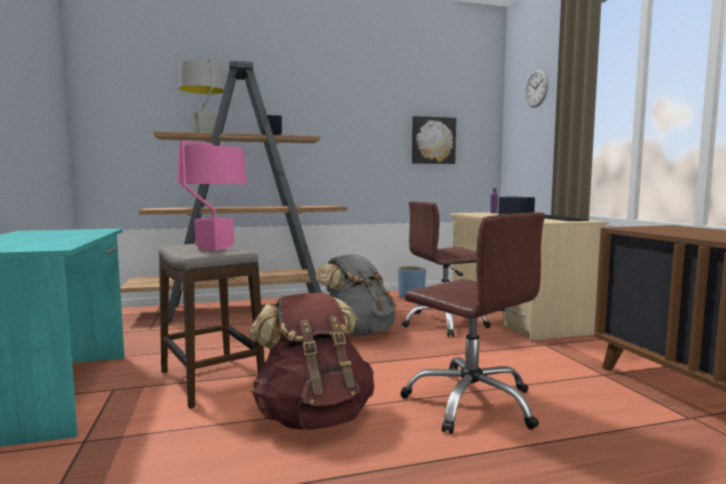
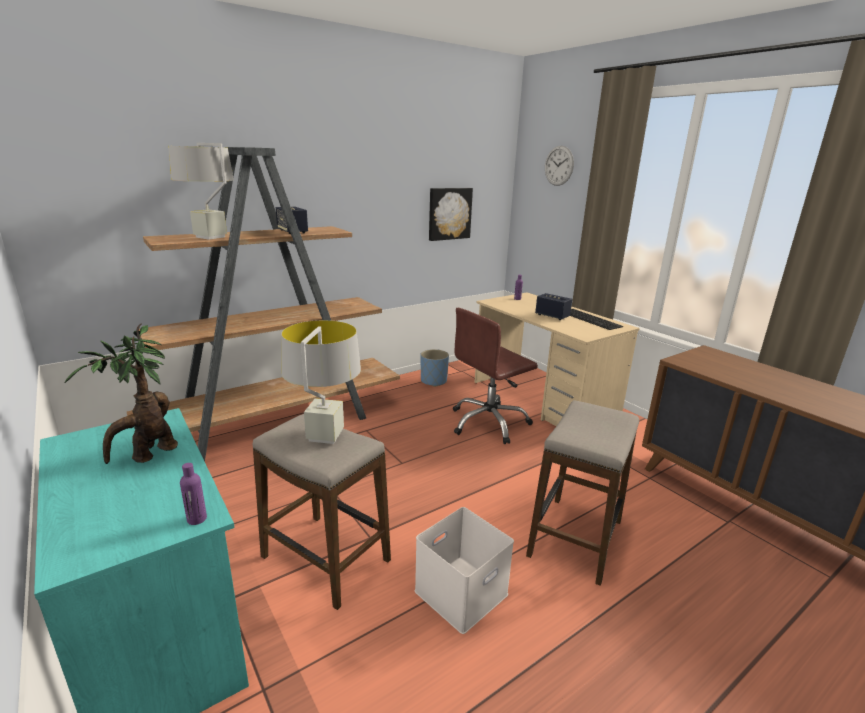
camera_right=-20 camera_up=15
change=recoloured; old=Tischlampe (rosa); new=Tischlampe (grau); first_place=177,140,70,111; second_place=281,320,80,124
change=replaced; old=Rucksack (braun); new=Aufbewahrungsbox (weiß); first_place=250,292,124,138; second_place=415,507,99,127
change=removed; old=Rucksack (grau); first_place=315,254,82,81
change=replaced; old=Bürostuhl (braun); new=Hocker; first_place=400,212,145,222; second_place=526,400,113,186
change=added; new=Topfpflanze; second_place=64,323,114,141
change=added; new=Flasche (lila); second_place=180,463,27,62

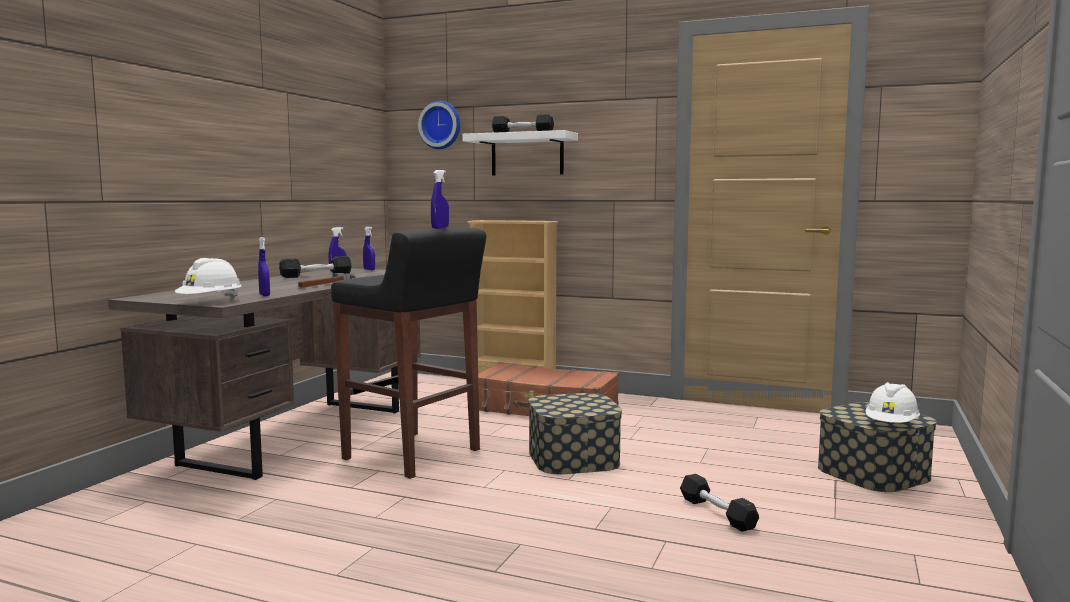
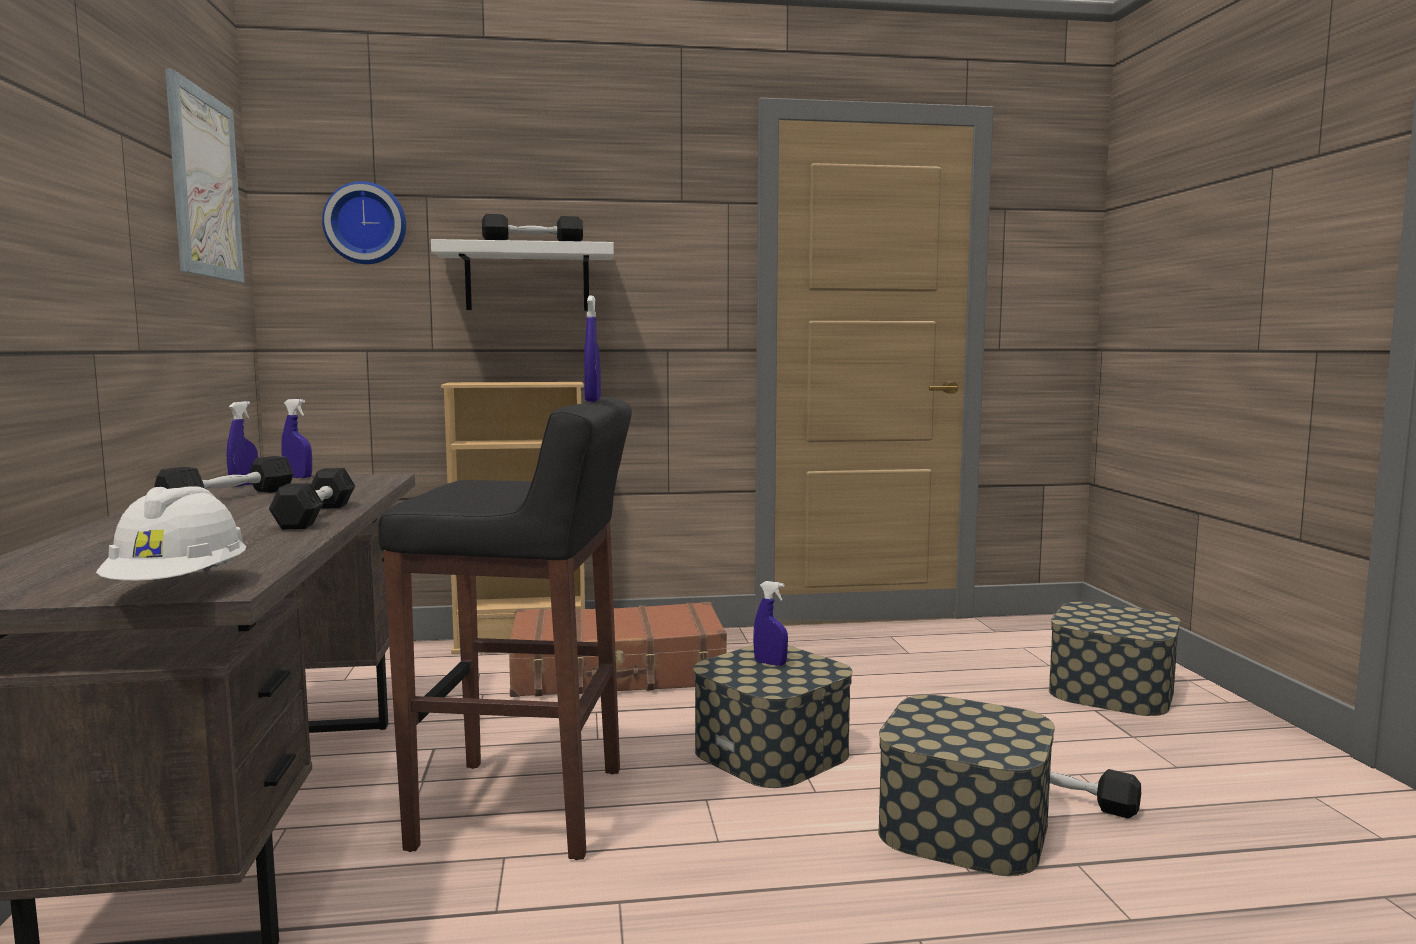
camera_right=-30 camera_up=0
change=moved; old=Sprühflasche (blau); first_place=258,237,12,59; second_place=753,581,35,85
change=replaced; old=Hammer; new=Hantel (schwarz); first_place=298,273,58,15; second_place=269,468,86,61
change=removed; old=Schutzhelm (weiß); first_place=865,382,55,41
change=added; new=Bild; second_place=165,69,79,214
change=added; new=Aufbewahrungsbox; second_place=878,695,177,181

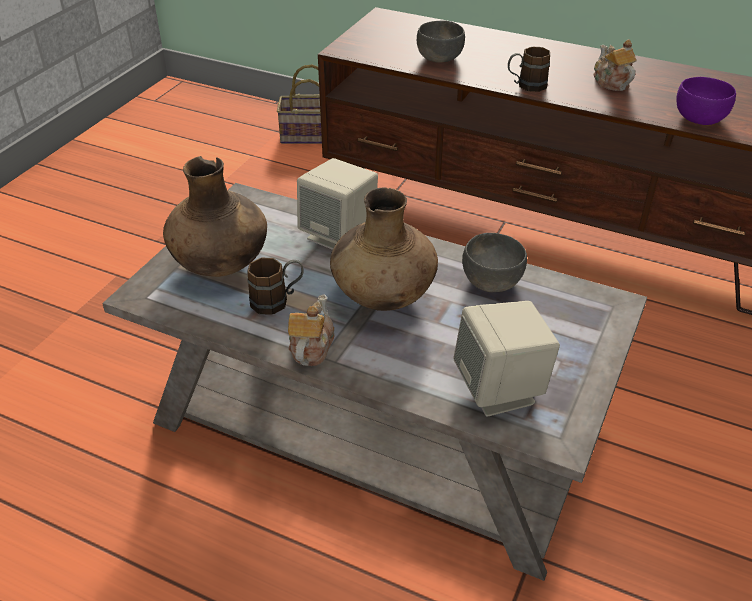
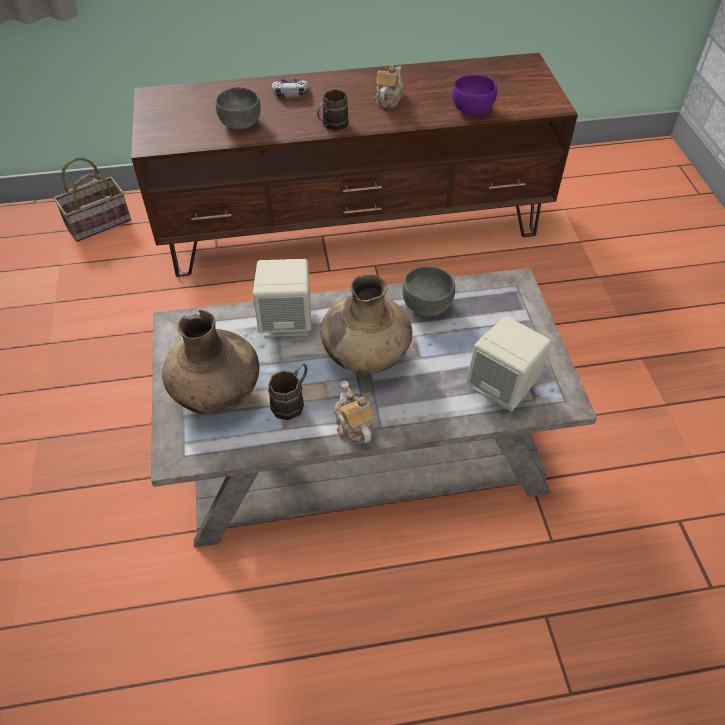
camera_right=-35 camera_up=10
change=turned; old=Teekanne; first_place=594,39,43,52; second_place=375,66,29,42; degrees=75
change=added; new=Gamepad; second_place=272,78,36,19

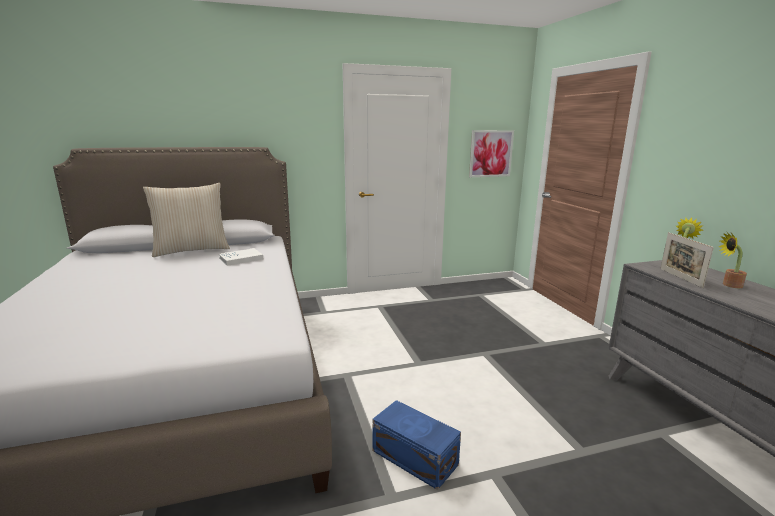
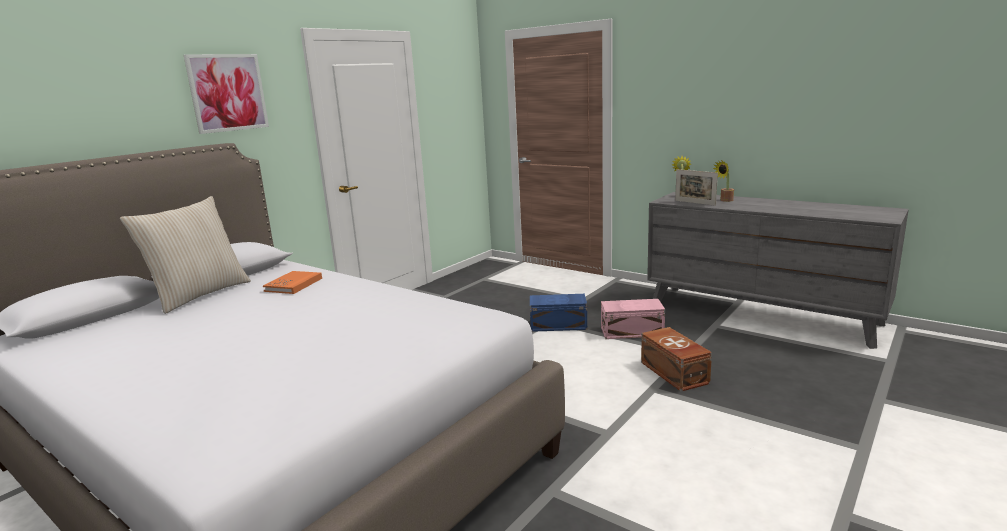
camera_right=-35 camera_up=0
change=recoloured; old=Buch (weiß); new=Buch (orange); first_place=219,248,44,18; second_place=263,271,59,23
change=moved; old=Aufbewahrungsbox (blau); first_place=372,400,89,90; second_place=530,294,57,38
change=moved; old=Bild; first_place=469,130,45,47; second_place=184,54,85,80
change=added; new=Aufbewahrungsbox (rosa); second_place=601,299,64,40
change=added; new=Aufbewahrungsbox (braun); second_place=641,327,71,65

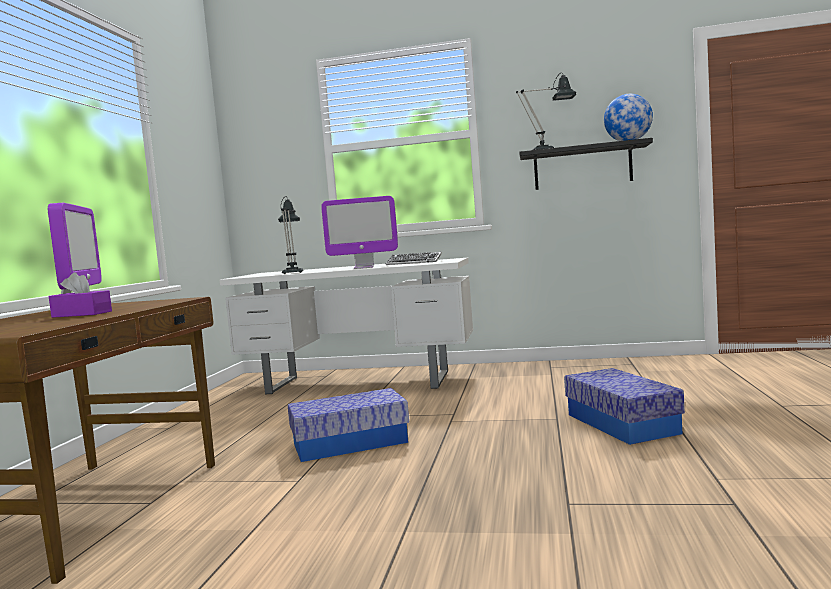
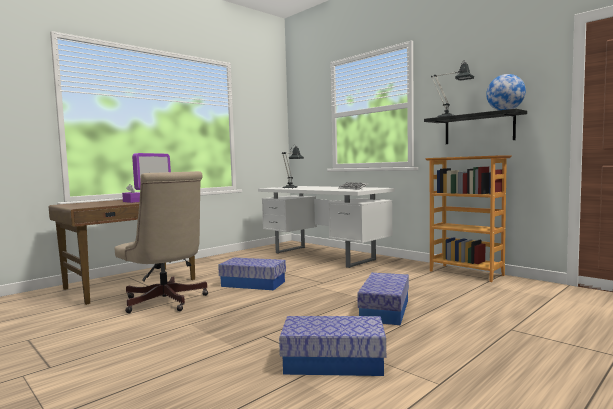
camera_right=35 camera_up=0
change=removed; old=Monitor; first_place=321,196,77,73
change=added; new=Bürostuhl (beige); second_place=114,171,94,142
change=added; new=Aufbewahrungsbox; second_place=279,316,107,60
change=added; new=Bücherregal; second_place=425,155,87,127

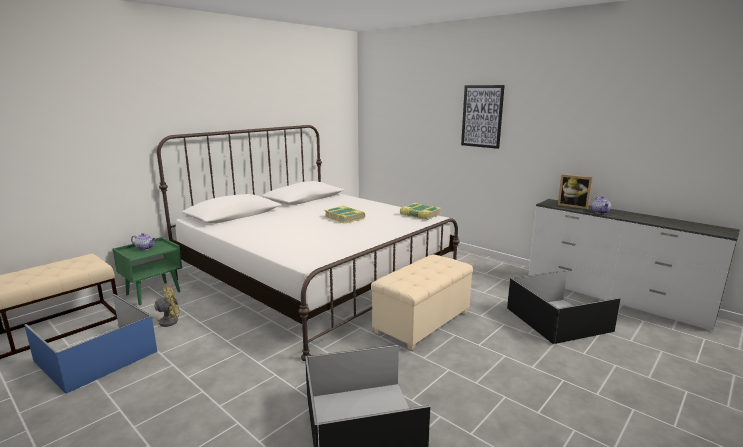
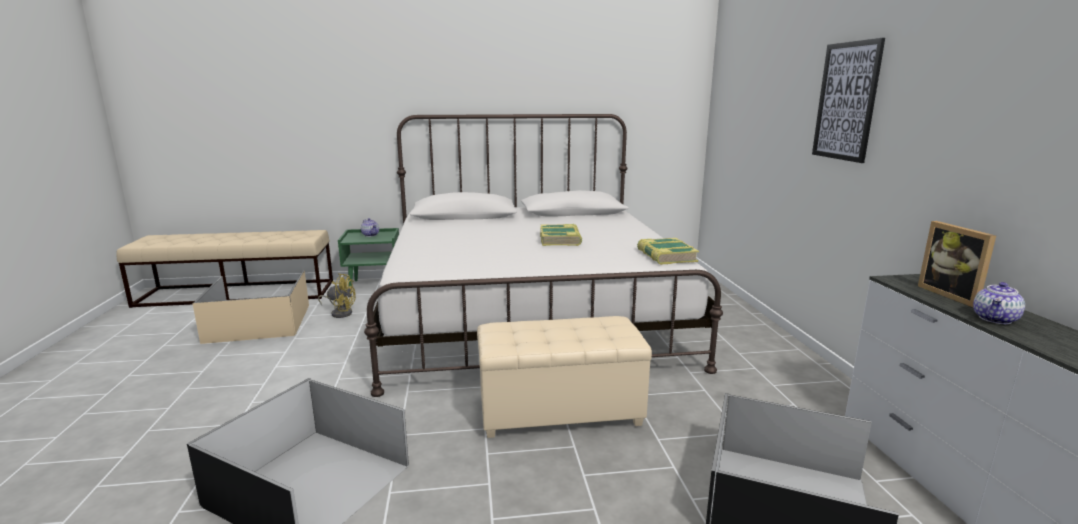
camera_right=40 camera_up=0
change=recoloured; old=Aufbewahrungsbox (blau); new=Aufbewahrungsbox (beige); first_place=24,294,133,100; second_place=192,270,117,74

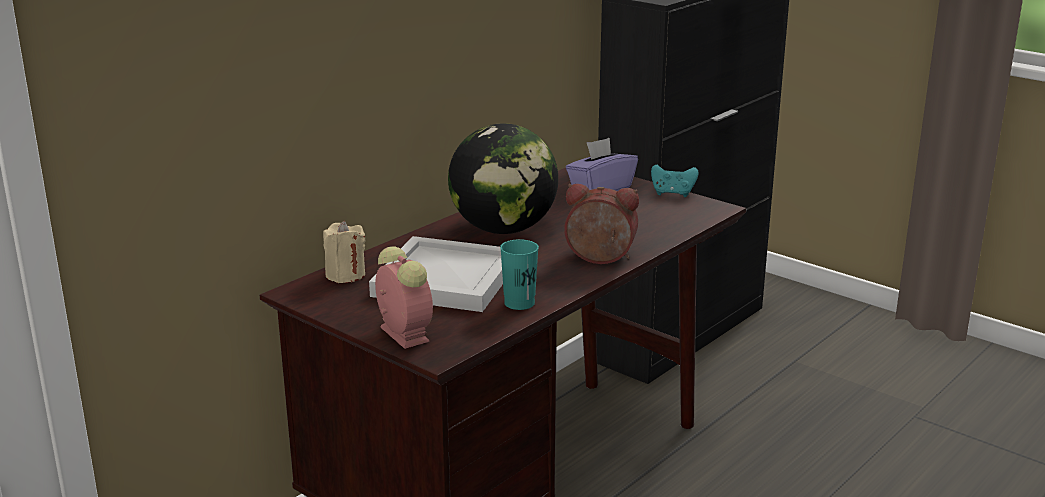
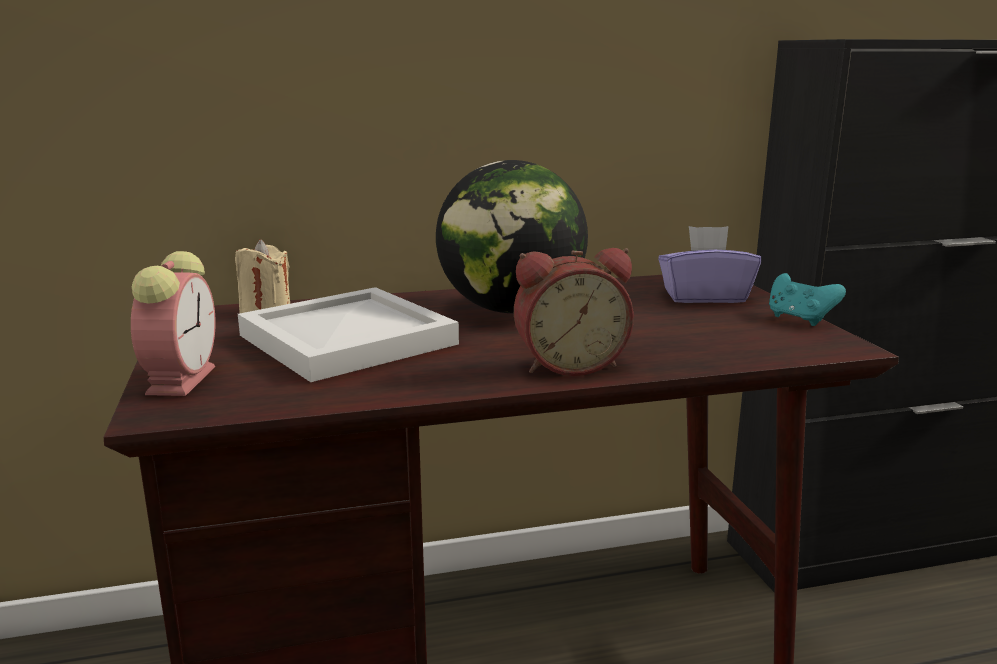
camera_right=35 camera_up=-5
change=removed; old=Tasse (türkis); first_place=500,239,39,71
change=turned; old=Wecker; first_place=564,184,75,80; second_place=514,248,120,128; degrees=120

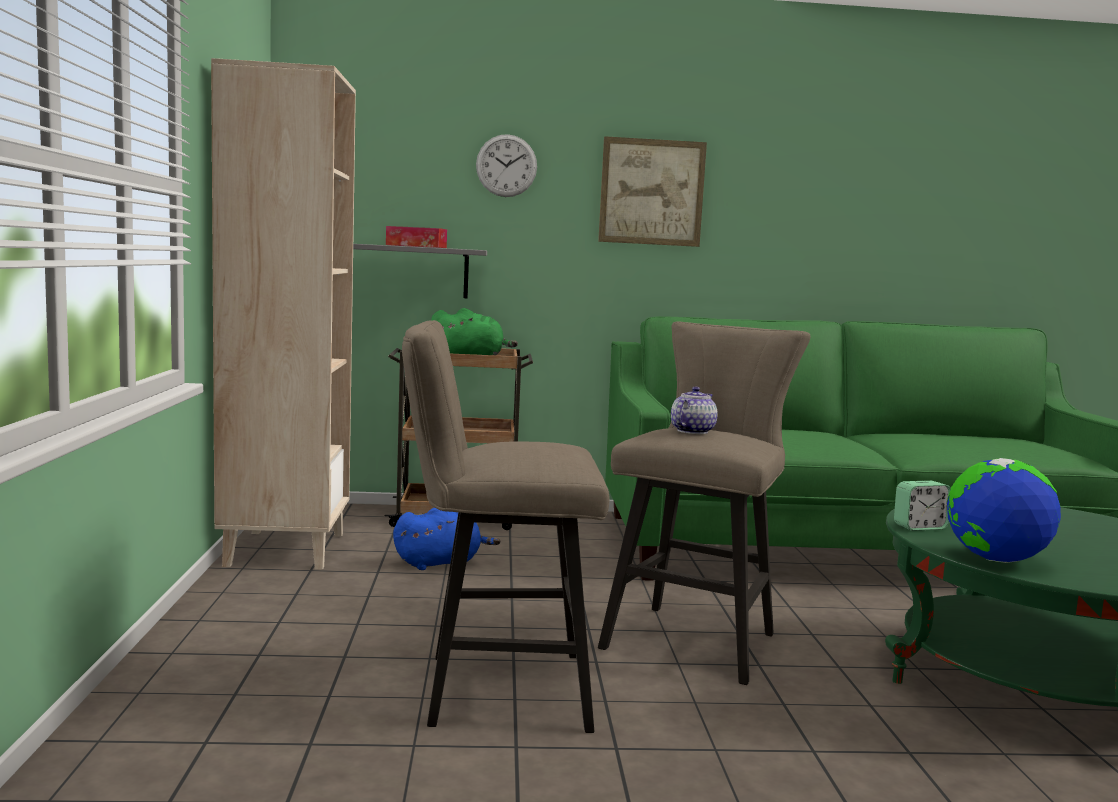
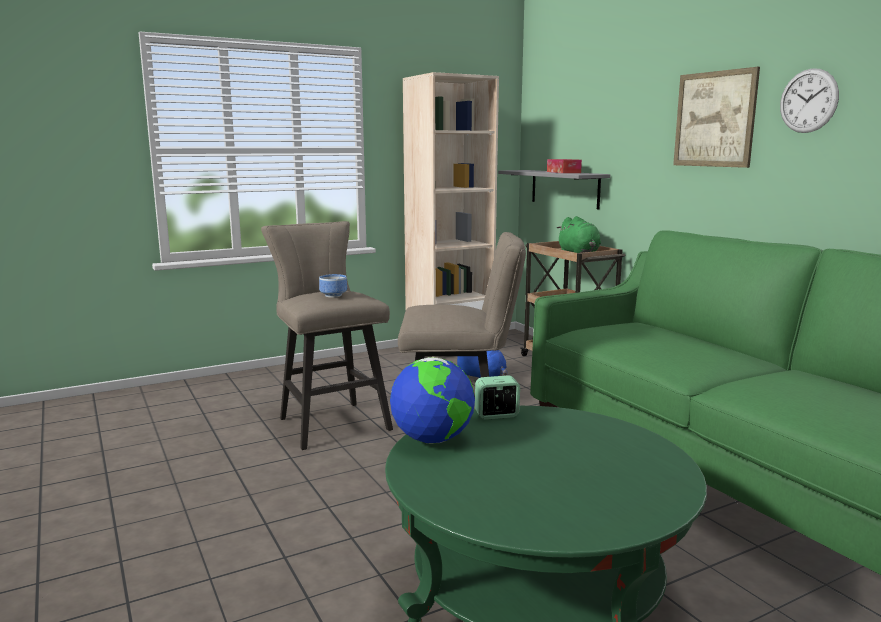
camera_right=65 camera_up=5
change=moved; old=Wanduhr; first_place=476,134,61,63; second_place=780,68,59,65
change=removed; old=Teekanne; first_place=671,386,47,48
change=turned; old=Wecker; first_place=894,481,57,50; second_place=475,375,45,45; degrees=120
change=added; new=Schüssel; second_place=319,274,28,24

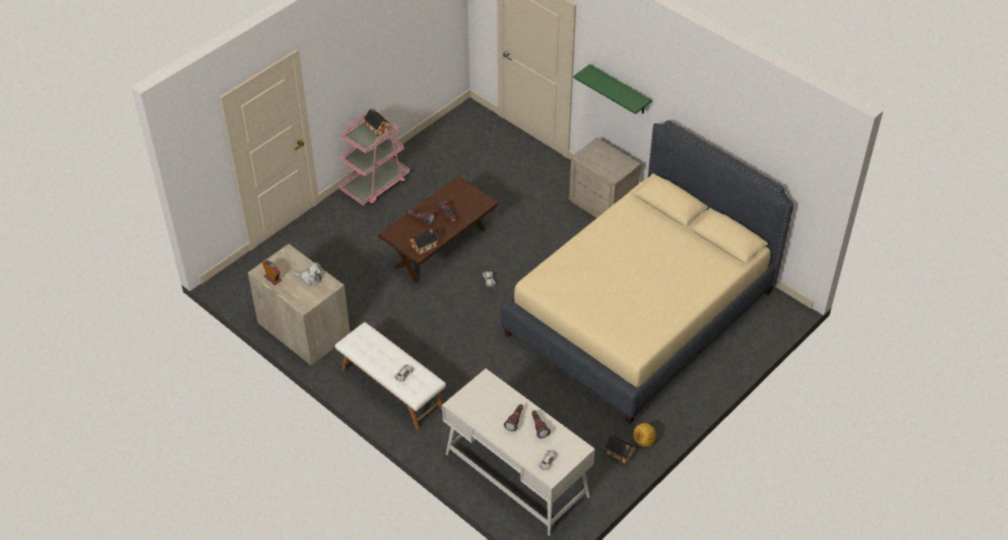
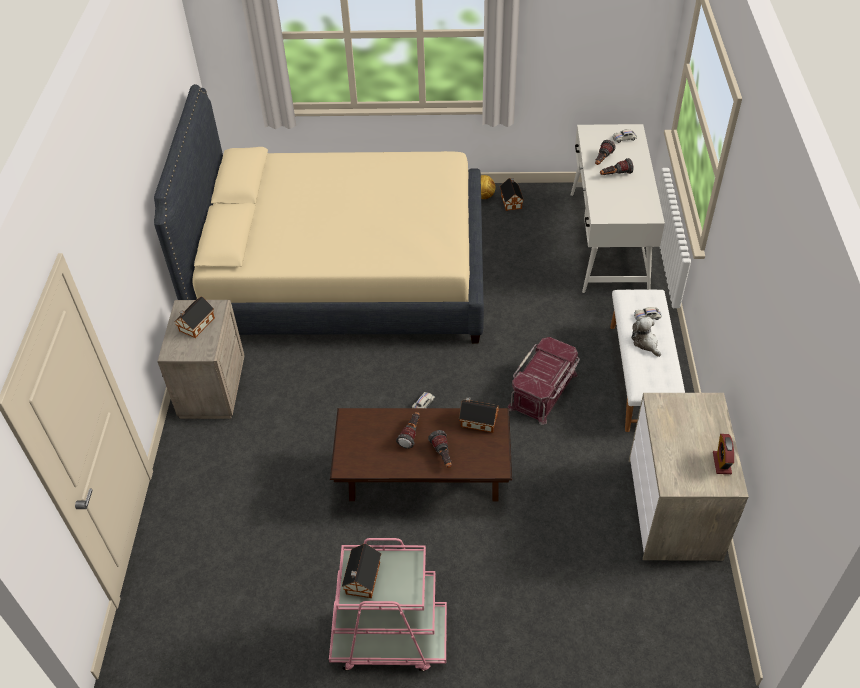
camera_right=-130 camera_up=0
change=moved; old=Plüschtier; first_place=293,262,29,24; second_place=631,317,30,40
change=removed; old=Wandregal (grün); first_place=573,64,79,50
change=added; new=Spielzeughaus; second_place=174,296,41,42
change=added; new=Aufbewahrungsbox (rot); second_place=508,337,72,88

